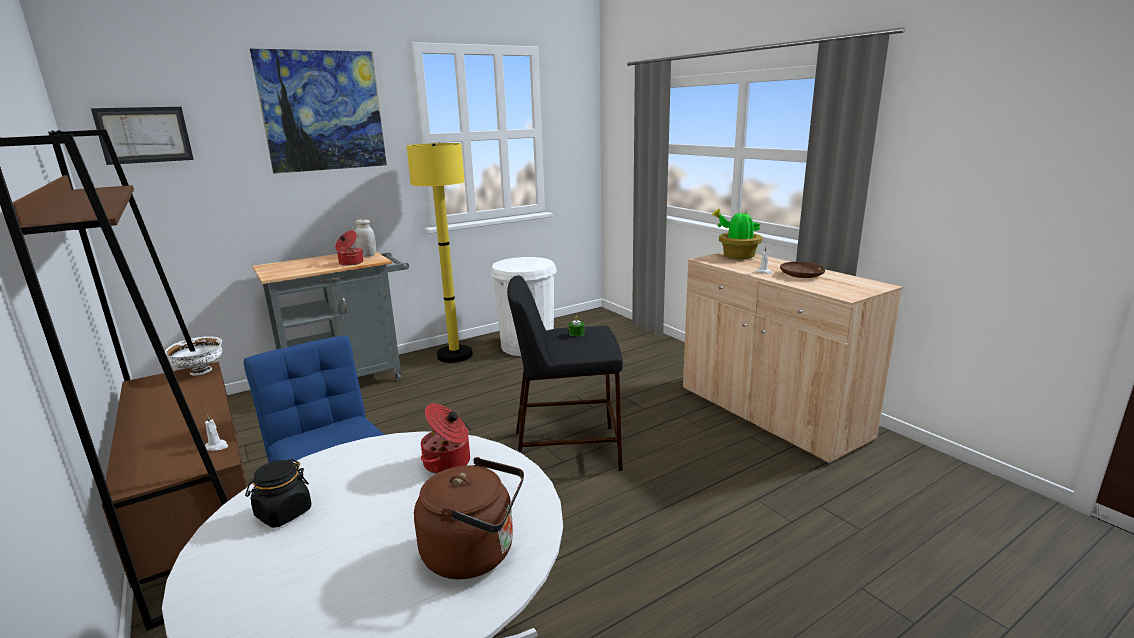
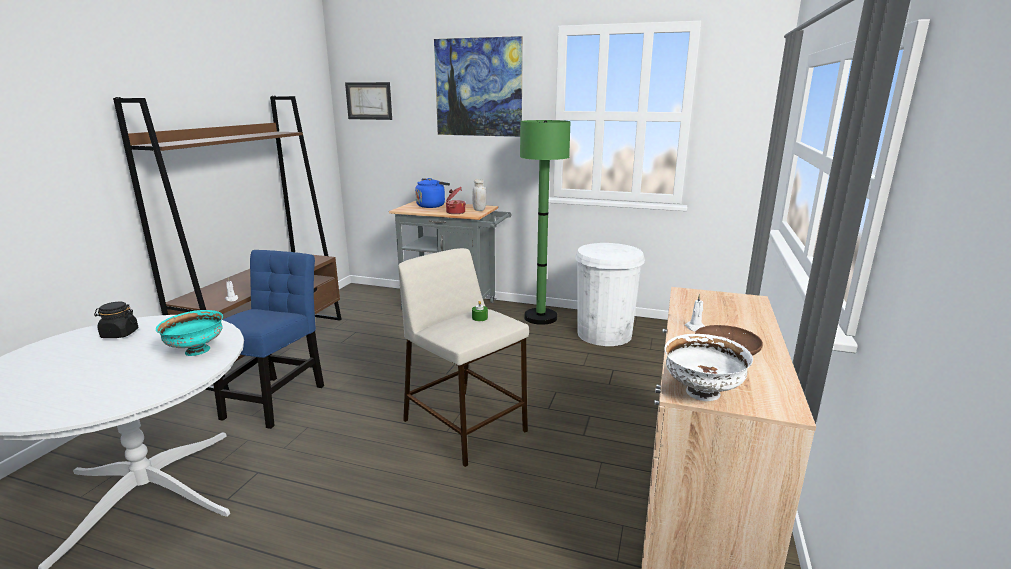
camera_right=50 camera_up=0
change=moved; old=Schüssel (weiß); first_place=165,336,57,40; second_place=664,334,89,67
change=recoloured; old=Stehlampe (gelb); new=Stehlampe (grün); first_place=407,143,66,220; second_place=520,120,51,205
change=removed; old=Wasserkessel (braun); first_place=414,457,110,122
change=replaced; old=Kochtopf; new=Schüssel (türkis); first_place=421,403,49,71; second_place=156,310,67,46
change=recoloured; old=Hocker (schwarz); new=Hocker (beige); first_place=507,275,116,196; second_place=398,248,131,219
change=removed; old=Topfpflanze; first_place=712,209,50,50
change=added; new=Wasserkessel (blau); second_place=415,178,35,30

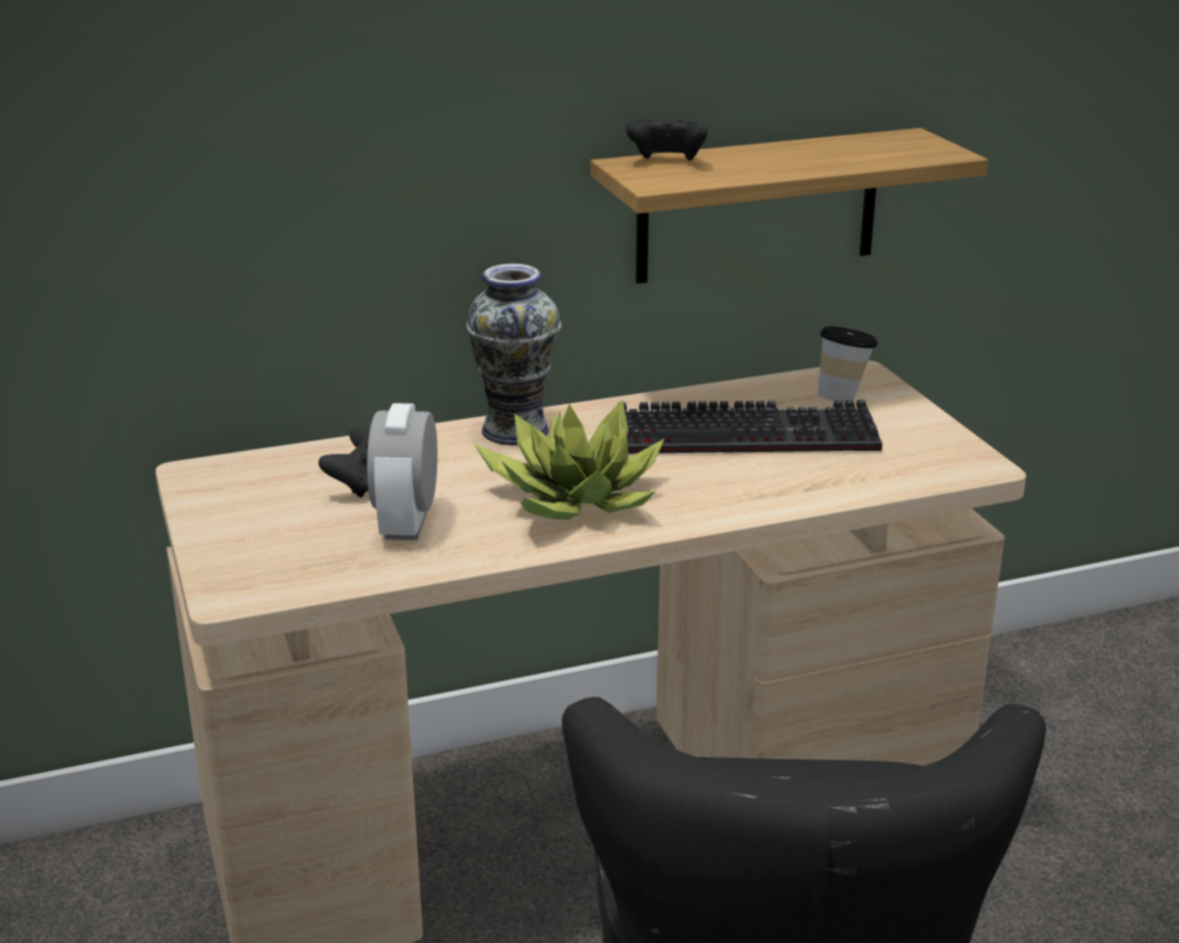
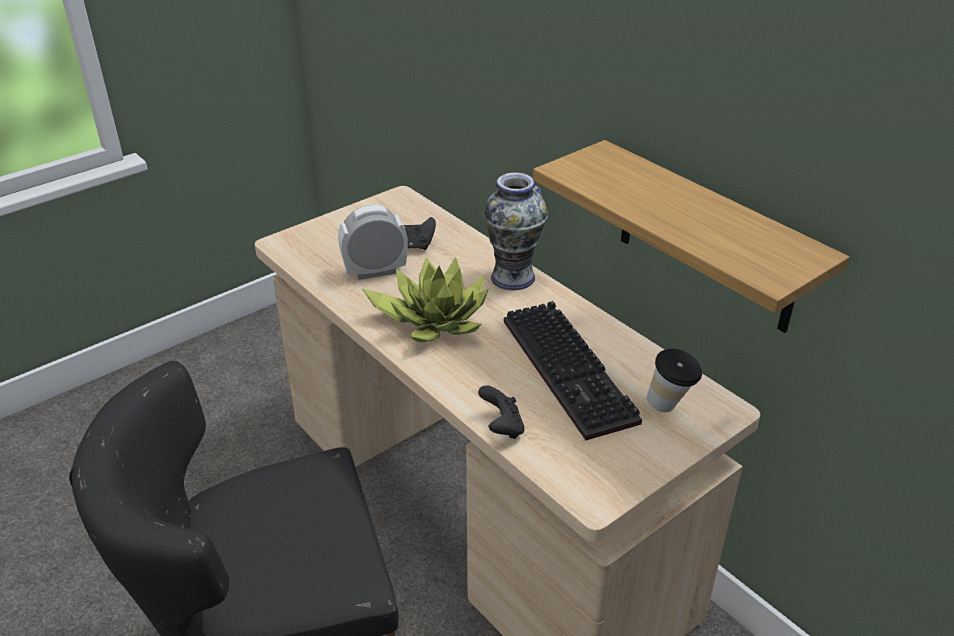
camera_right=70 camera_up=10
change=moved; old=Gamepad (schwarz); first_place=626,120,82,40; second_place=478,386,46,53

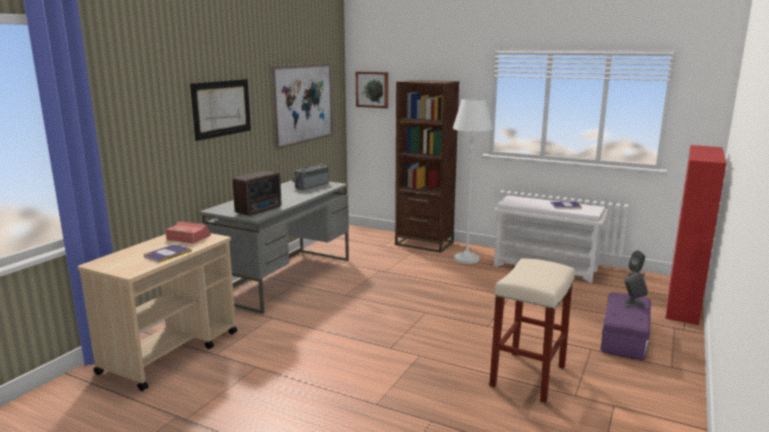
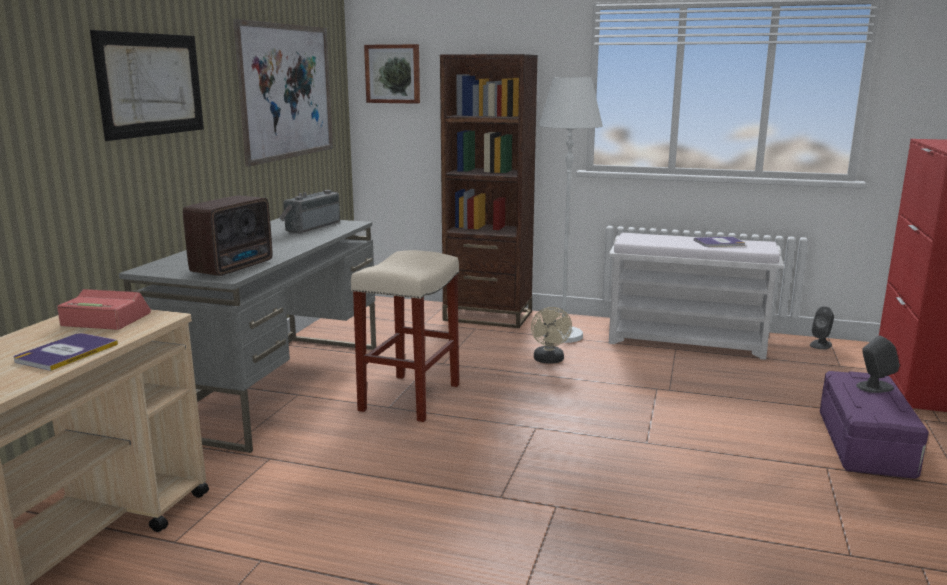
camera_right=-10 camera_up=0
change=moved; old=Hocker (beige); first_place=489,258,86,145; second_place=351,250,108,172
change=added; new=Ventilator (beige); second_place=531,307,41,56

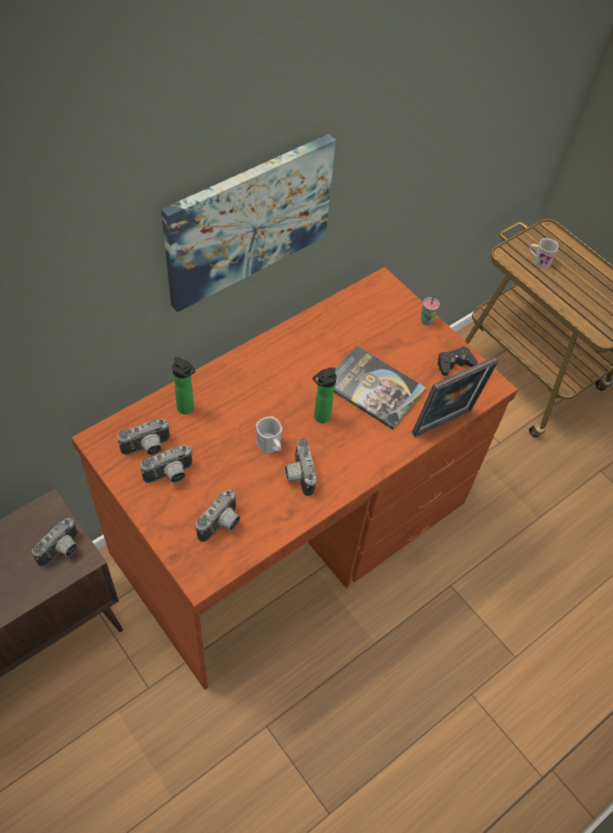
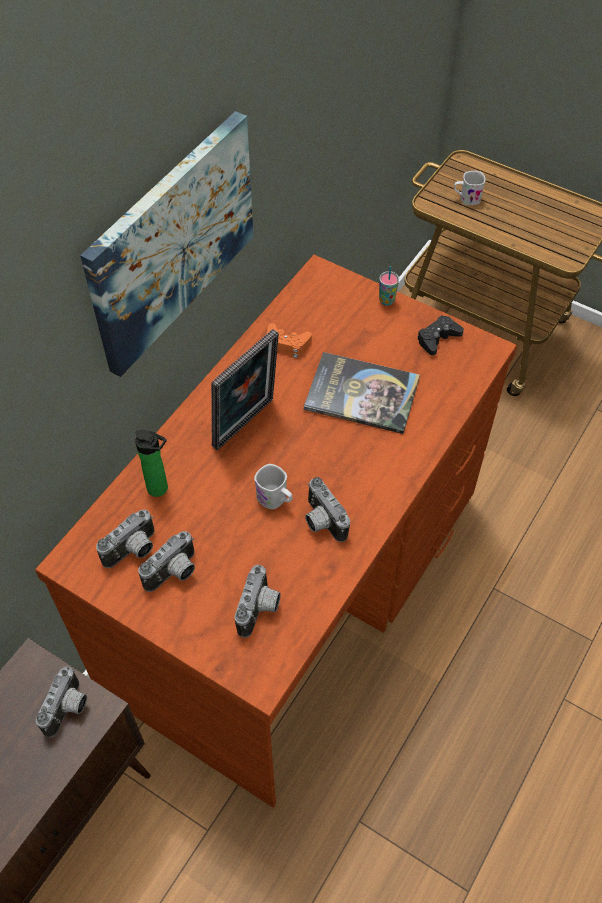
camera_right=-15 camera_up=0
change=removed; old=Flasche; first_place=312,368,25,55
change=moved; old=Bilderrahmen; first_place=412,357,86,80; second_place=211,329,68,121
change=added; new=Gamepad (orange); second_place=266,323,46,35

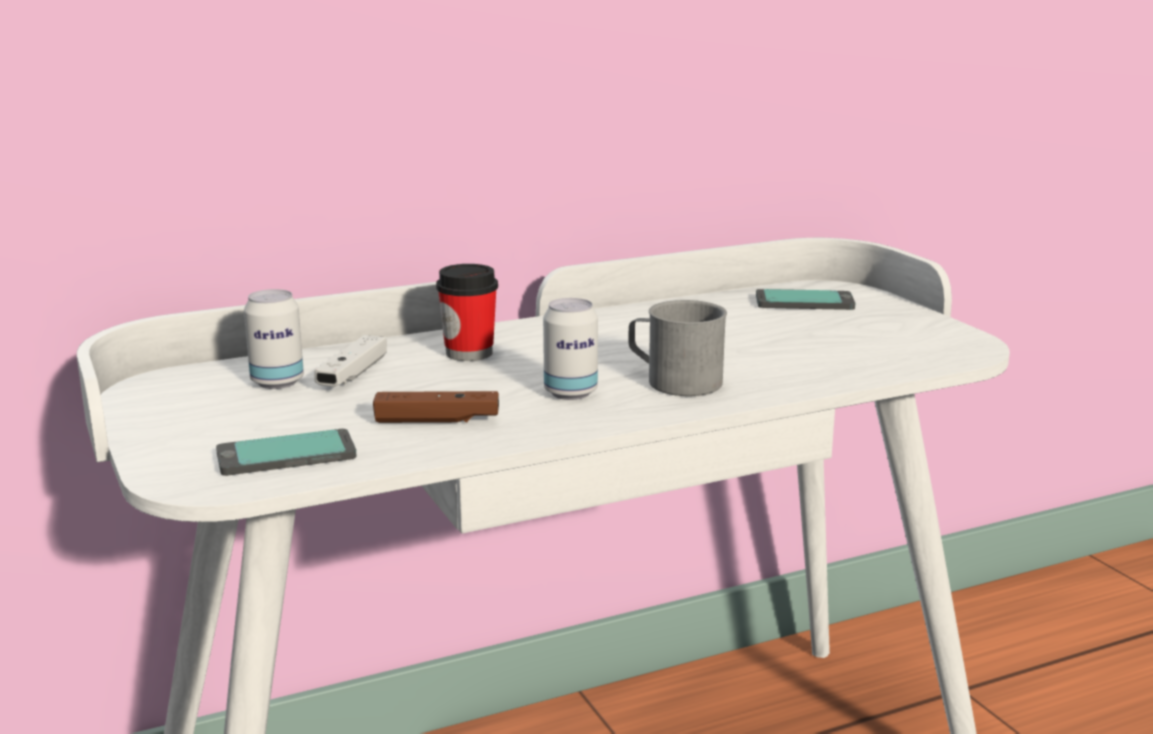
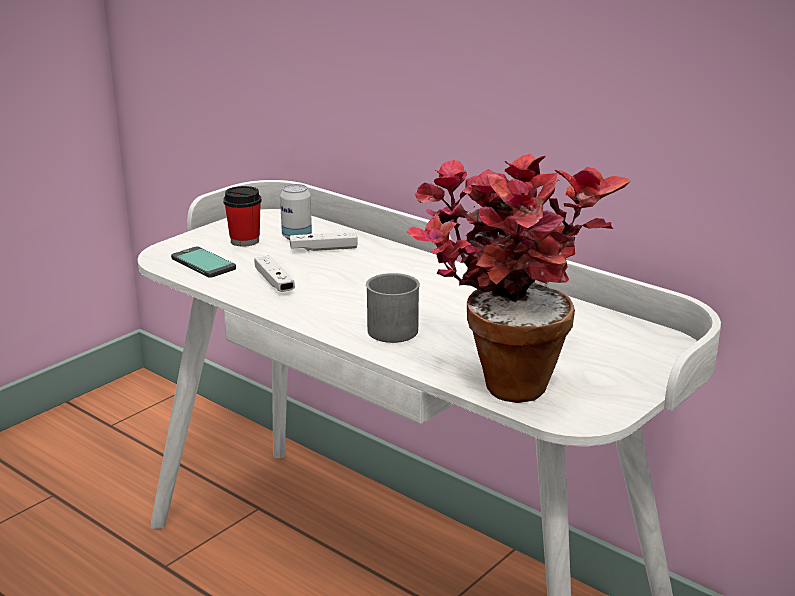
camera_right=65 camera_up=5
change=recoloured; old=Gamepad (braun); new=Gamepad (weiß); first_place=373,391,126,32; second_place=254,256,41,36
change=moved; old=Tasse; first_place=436,264,62,97; second_place=223,186,39,61
change=removed; old=Dose; first_place=543,298,55,102
change=removed; old=Handy; first_place=756,289,99,21
change=added; new=Topfpflanze; second_place=407,154,223,249

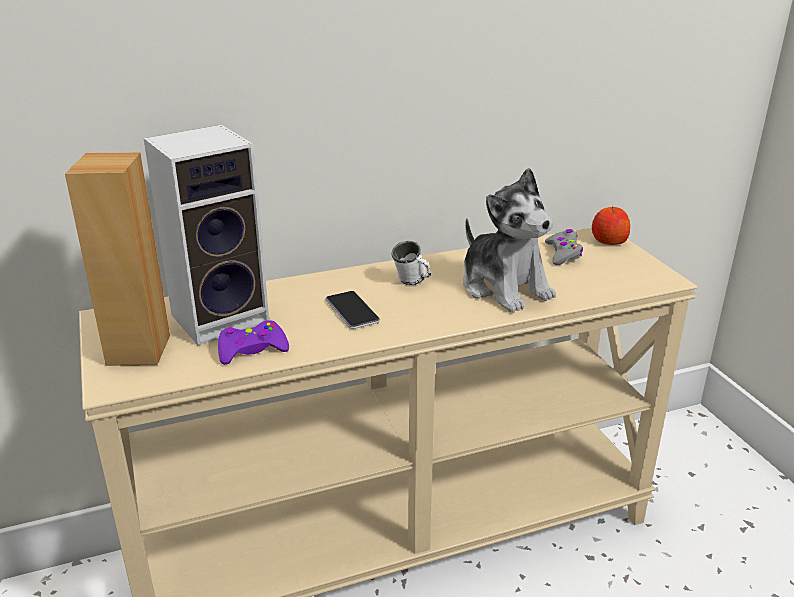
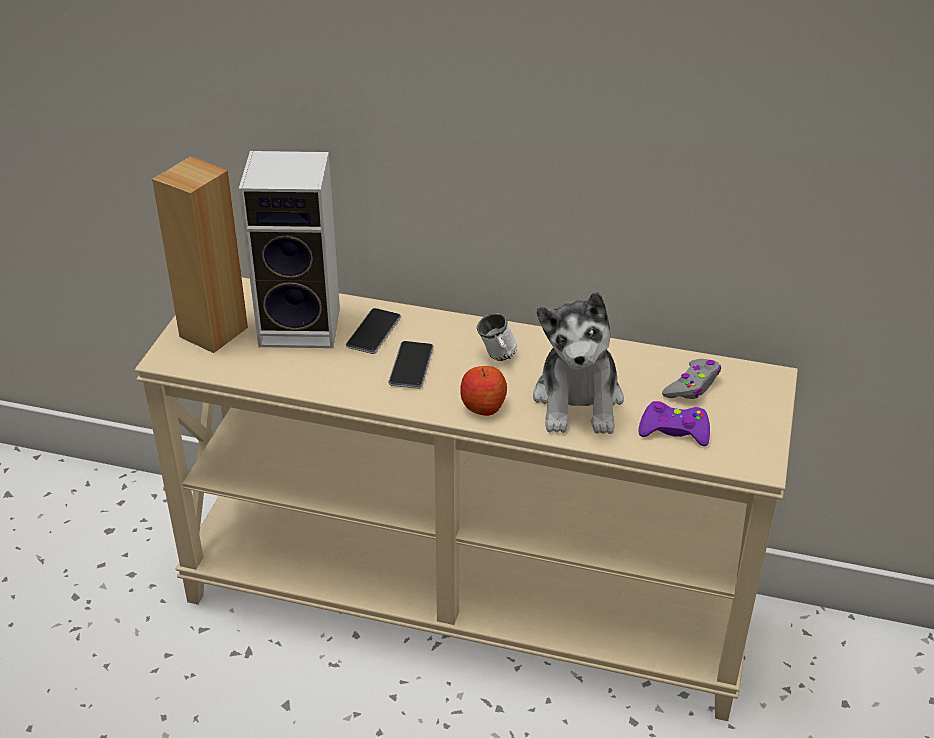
camera_right=35 camera_up=10
change=moved; old=Gamepad (lila); first_place=218,320,71,45; second_place=639,401,71,45
change=moved; old=Apfel; first_place=592,206,38,39; second_place=460,366,47,50
change=added; new=Handy; second_place=346,308,55,46

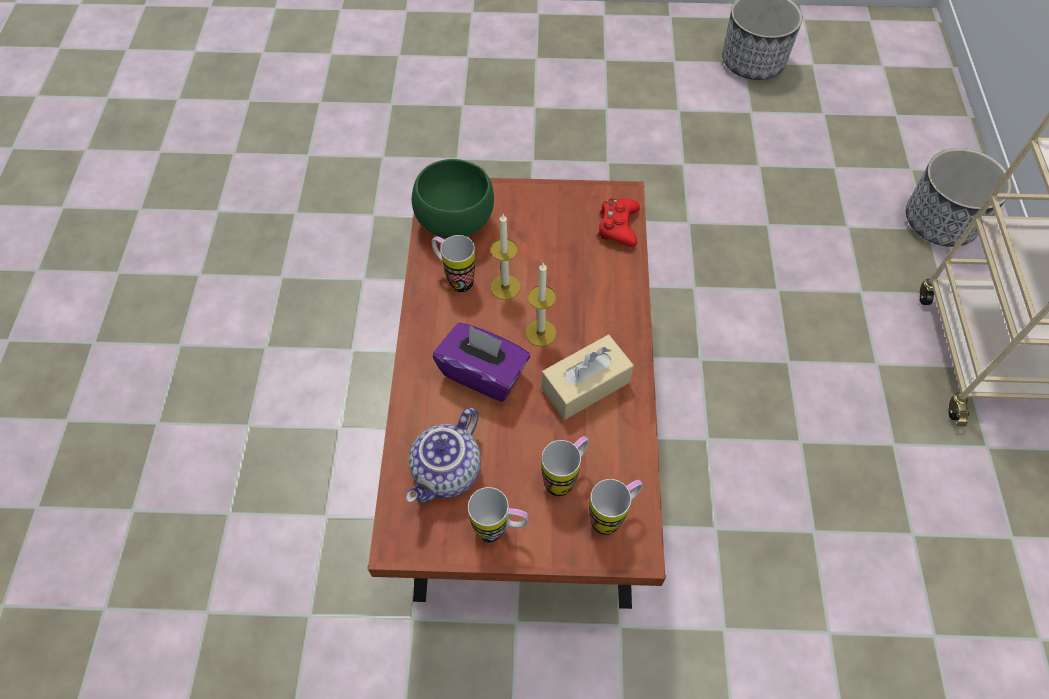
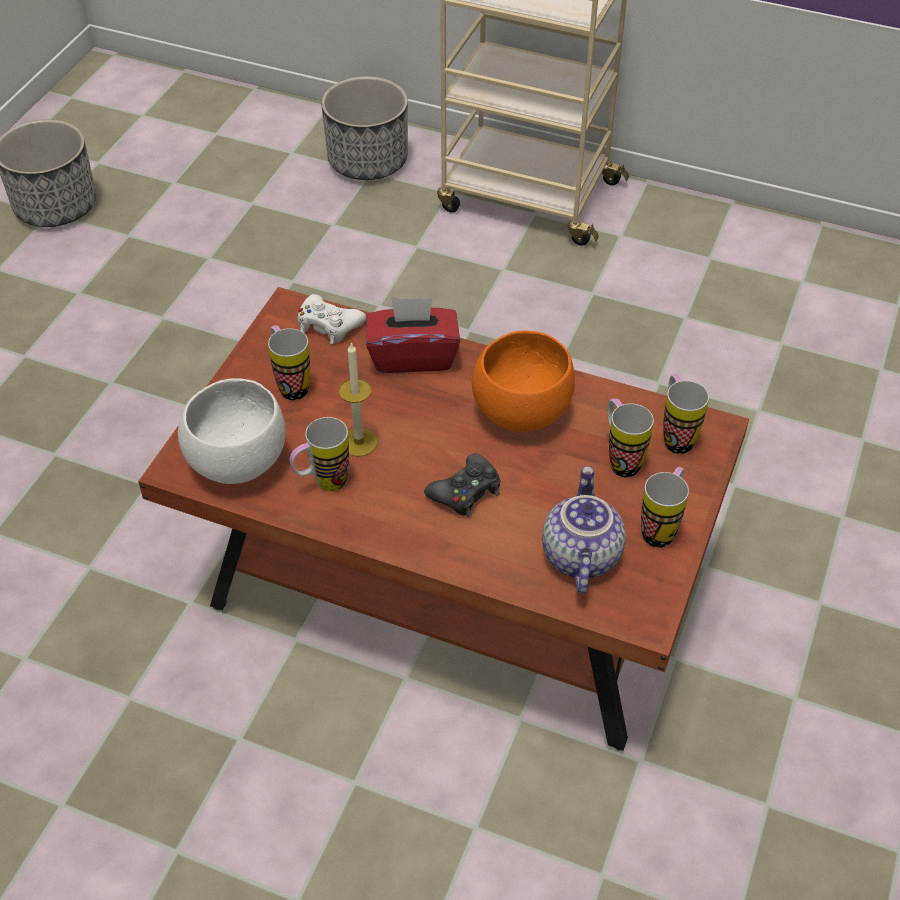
camera_right=-70 camera_up=-10
change=turned; old=Teekanne; first_place=406,407,75,96; second_place=542,466,84,128; degrees=-135
change=recoloured; old=Schüssel (grün); new=Schüssel (weiß); first_place=412,159,82,79; second_place=178,378,108,106
change=replaced; old=Taschentuchbox (lila); new=Gamepad (schwarz); first_place=433,323,97,79; second_place=424,453,76,64
change=removed; old=Kerze; first_place=525,263,32,84
change=replaced; old=Taschentuchbox (beige); new=Schüssel (orange); first_place=541,335,93,85; second_place=472,330,103,102
change=recoloured; old=Gamepad (rot); new=Gamepad (weiß); first_place=597,198,43,49; second_place=298,294,68,51
change=added; new=Henkelbecher; second_place=268,325,42,75
change=added; new=Taschentuchbox (rot); second_place=366,298,94,75

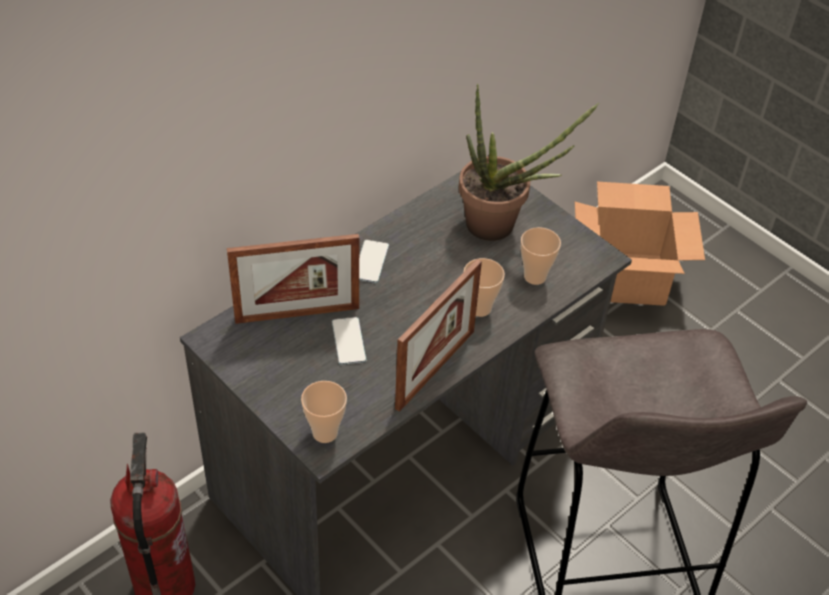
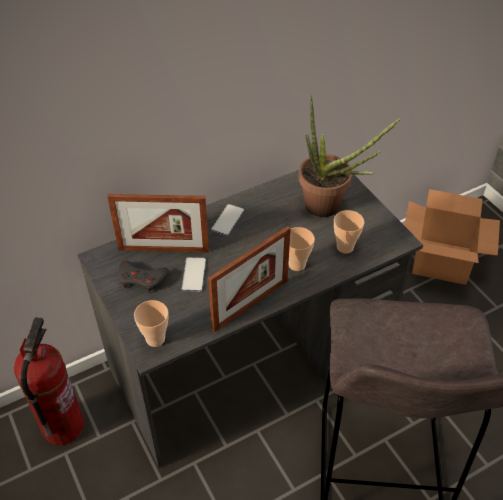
camera_right=15 camera_up=0
change=added; new=Gamepad (grau); second_place=118,261,51,32

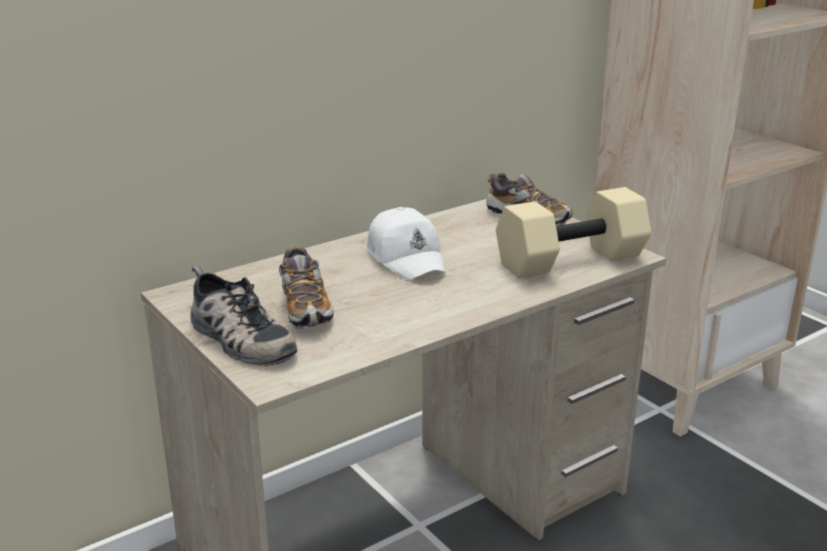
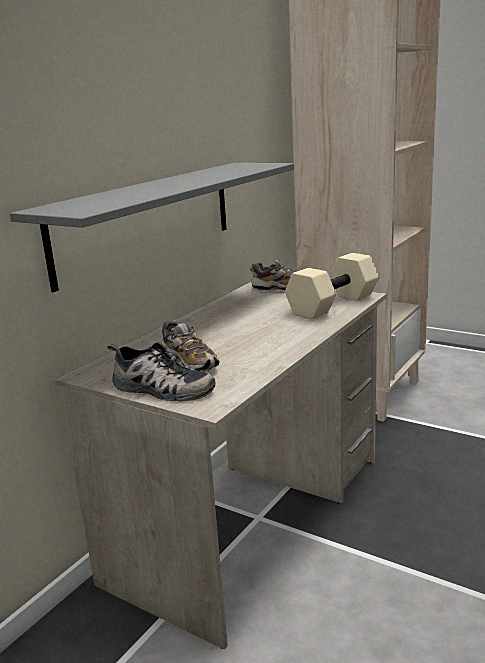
camera_right=-20 camera_up=-5
change=removed; old=Kappe (weiß); first_place=367,207,78,73
change=added; new=Wandregal (grau); second_place=10,163,284,129

